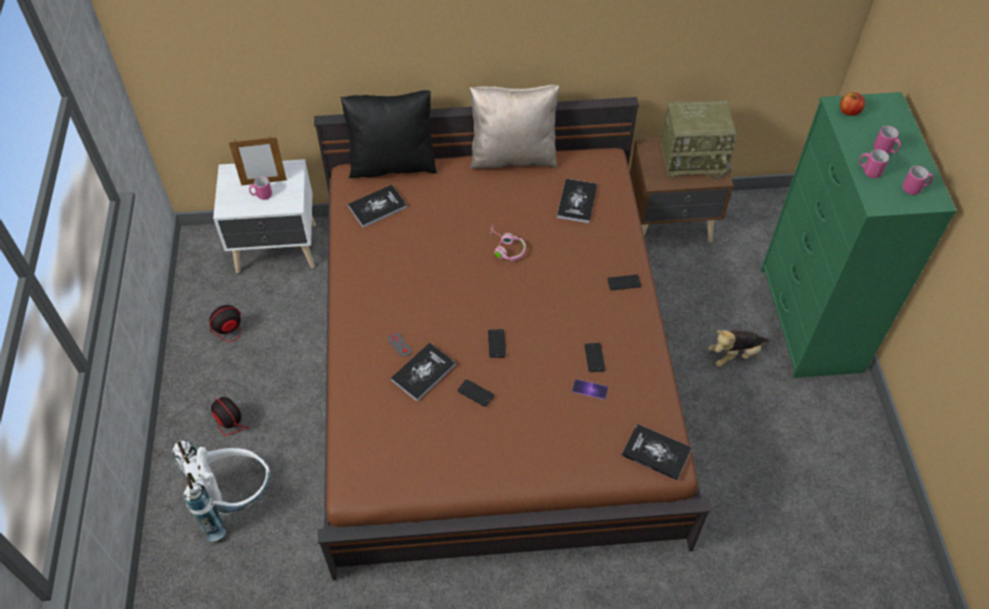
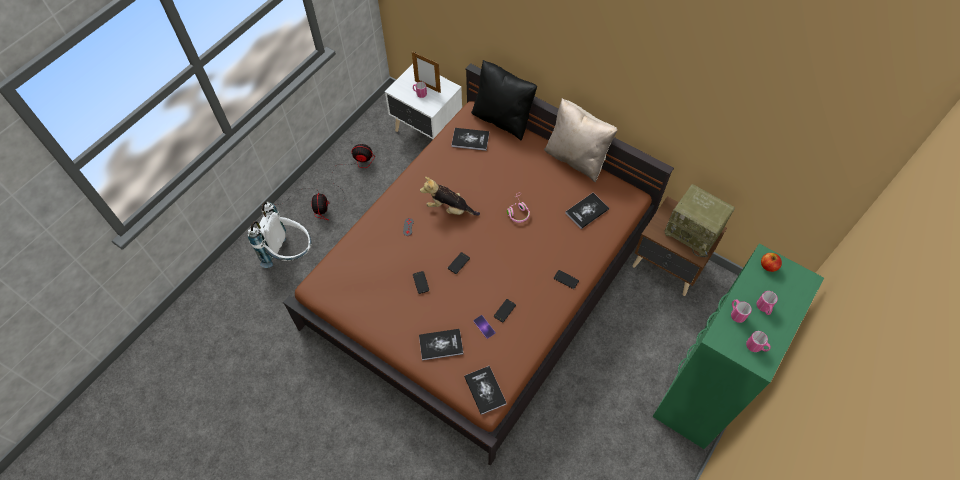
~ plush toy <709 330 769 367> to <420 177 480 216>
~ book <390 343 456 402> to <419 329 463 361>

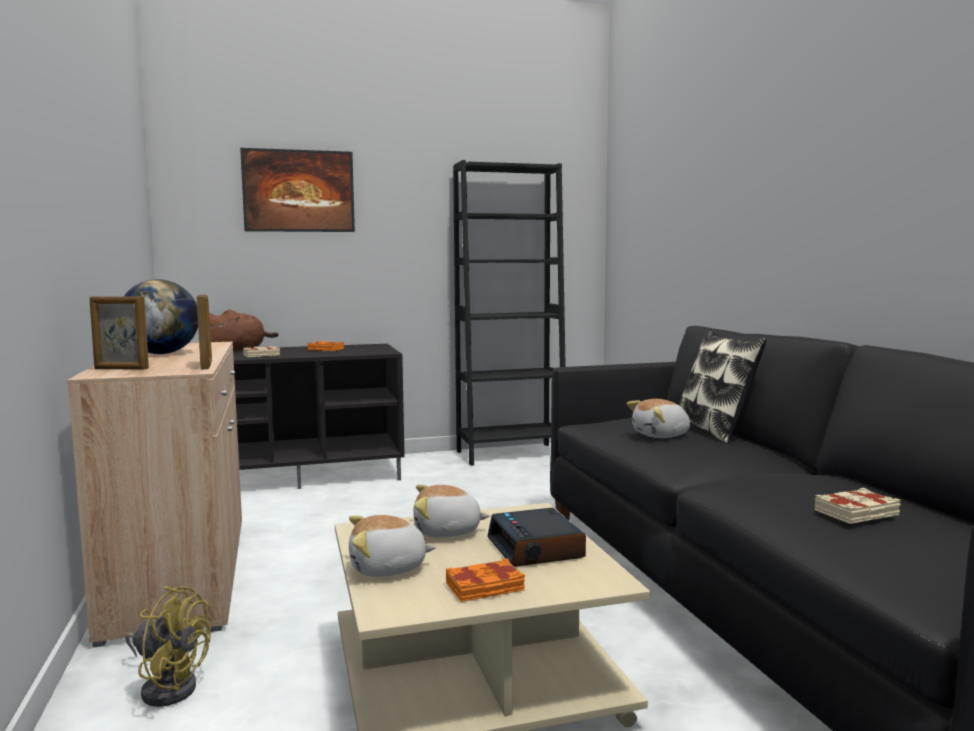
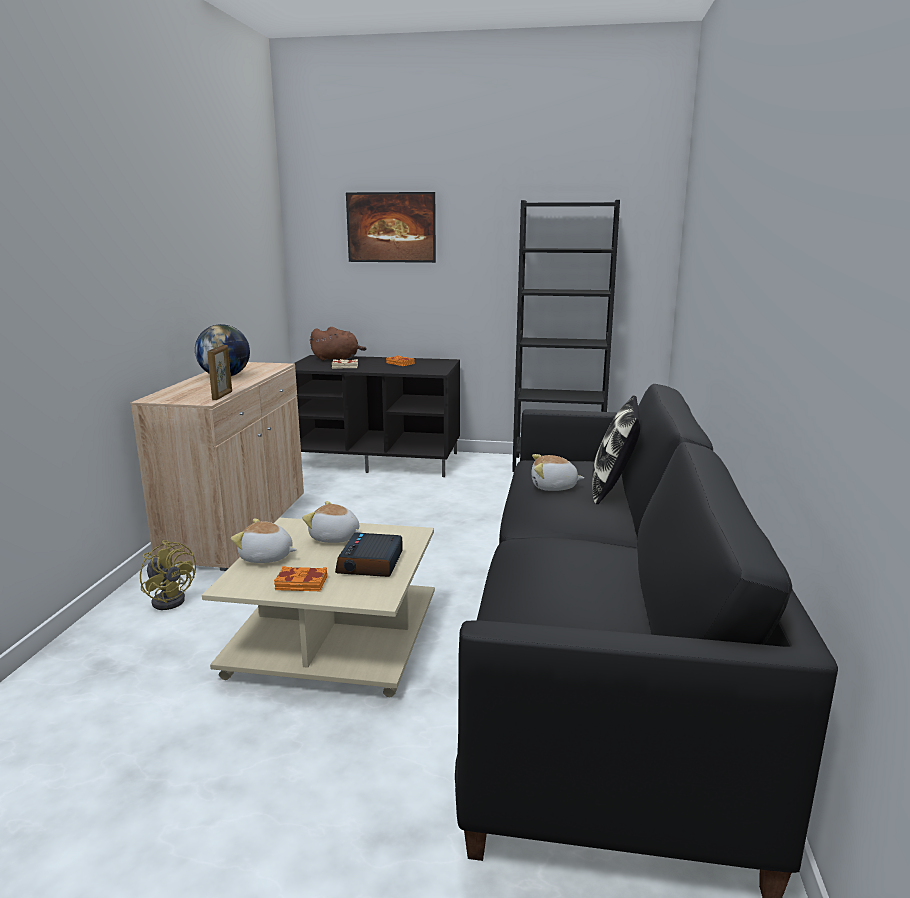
- picture frame <90 296 149 369>
- book (beige) <815 488 901 524>

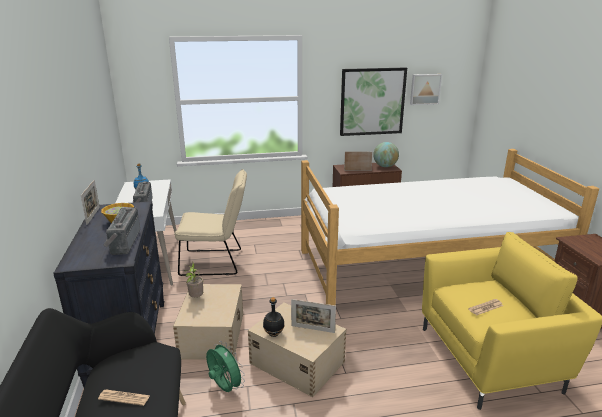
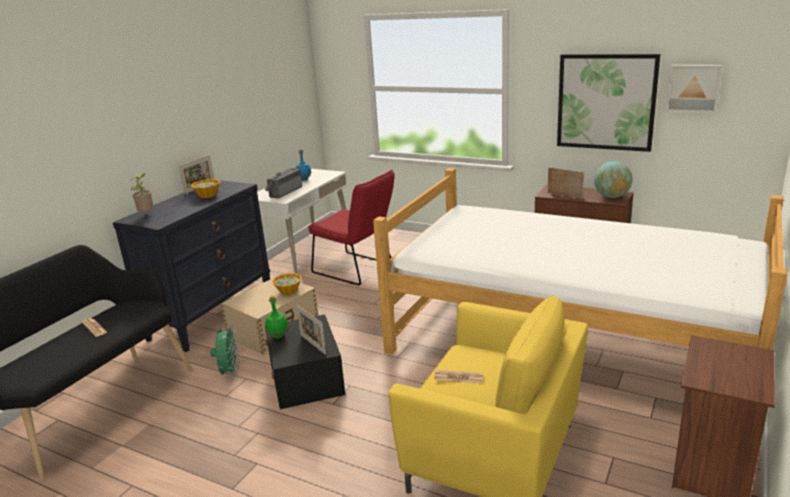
~ chair (beige) <174 169 247 276> to chair (red) <308 169 395 285>
- radio <104 207 140 255>
~ potted plant <184 262 203 297> to <130 173 154 212>
~ bottle (black) <263 297 285 337> to bottle (green) <265 296 288 338>
~ storage box (beige) <248 303 346 397> to storage box (black) <265 314 345 409>
+ bowl <272 273 302 295>

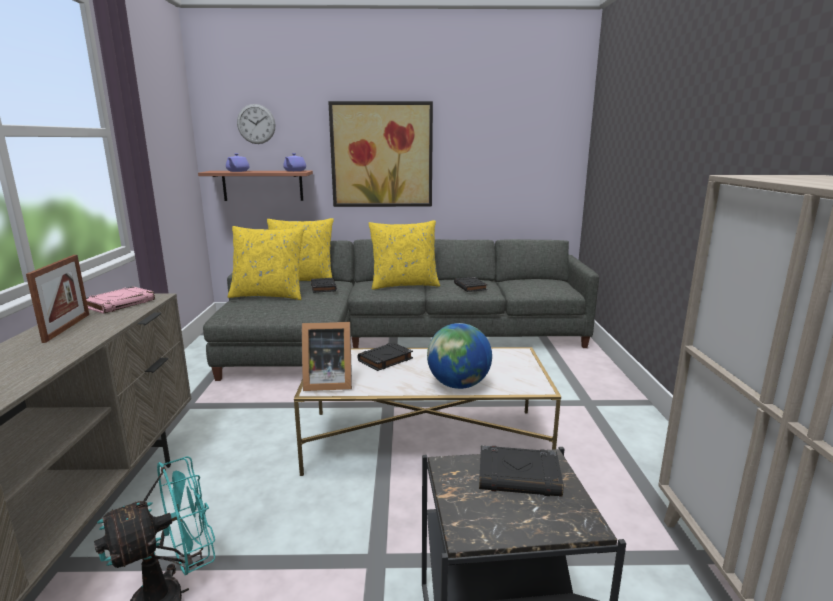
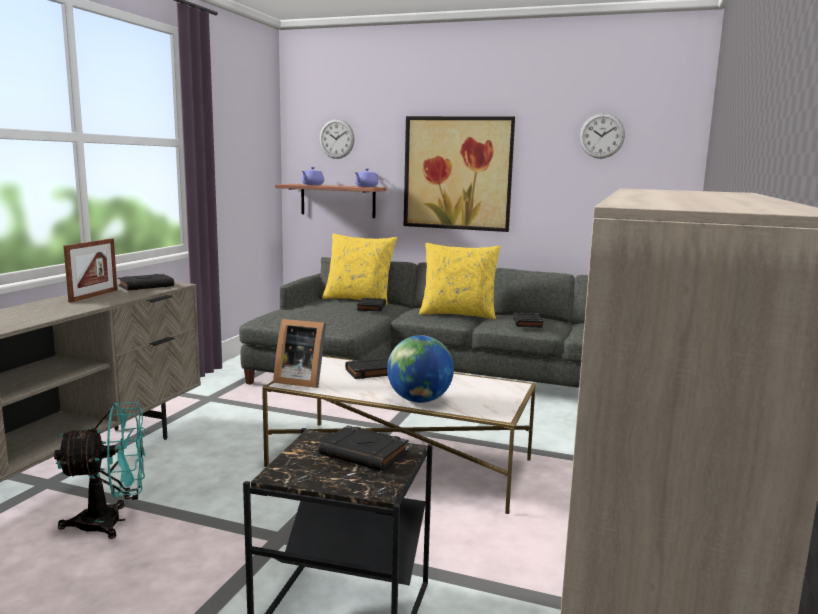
- pillow (yellow) <228 226 305 300>
~ book (pink) <86 286 155 314> to book (black) <118 274 174 291>
+ wall clock <579 113 625 159>

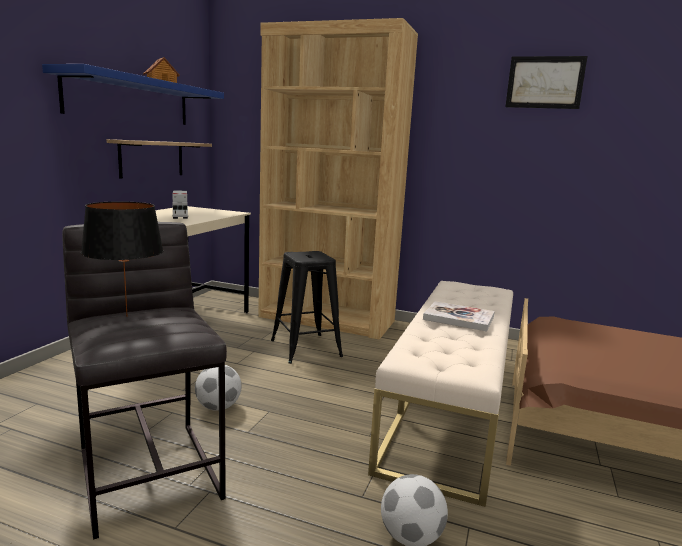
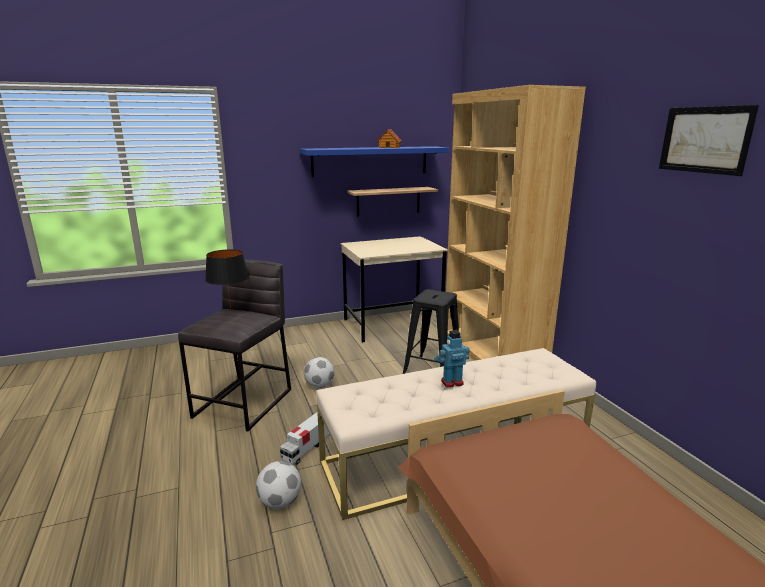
~ toy truck <172 190 188 219> to <280 412 330 465>
~ book <423 301 495 332> to toy robot <434 330 470 388>

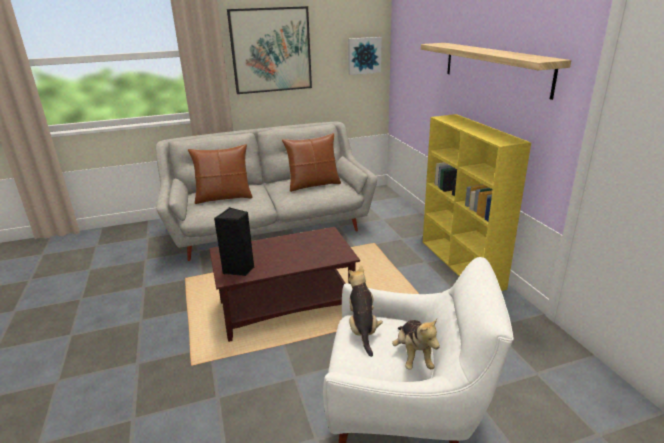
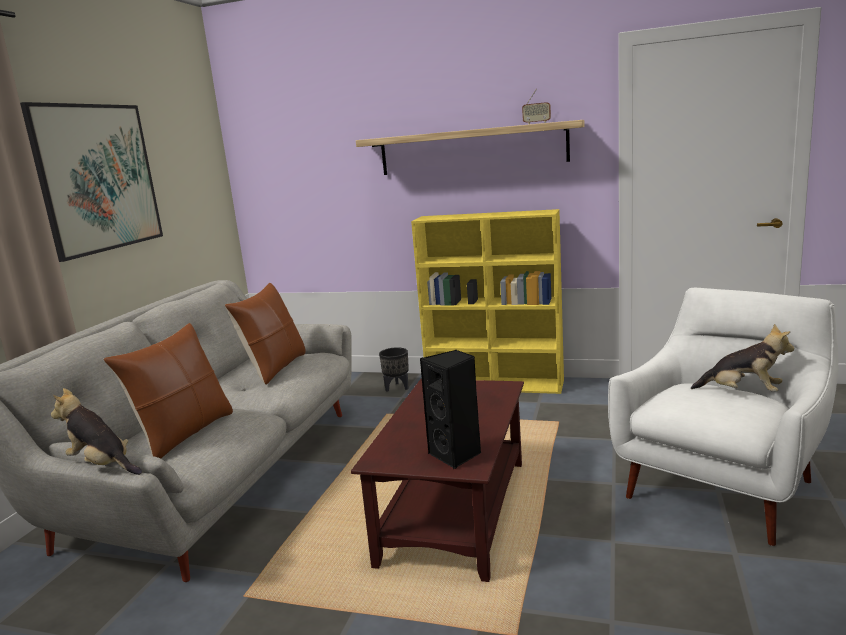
- picture <348 37 382 75>
~ plush toy <349 265 383 357> to <51 388 142 475>
+ radio <522 88 551 124>
+ planter (black) <379 347 409 392>

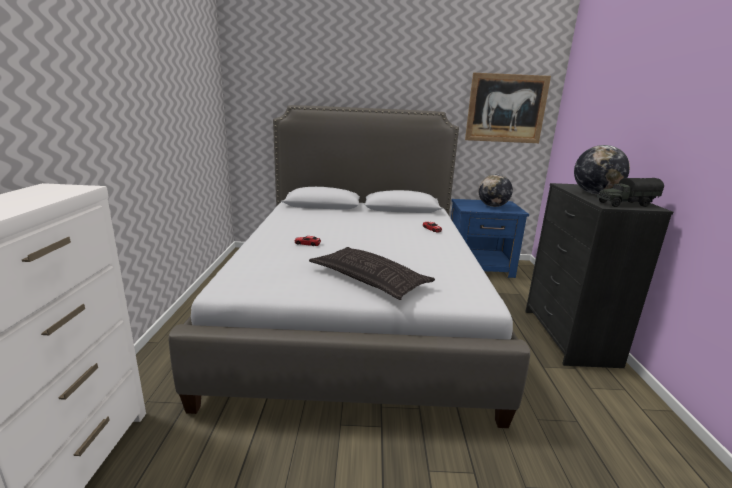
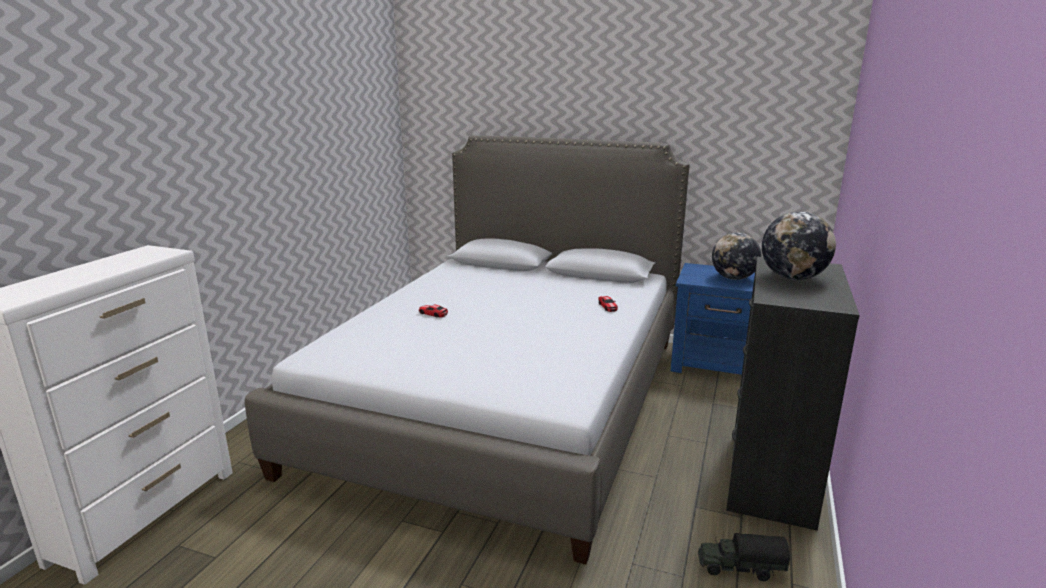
- picture <465 73 551 143>
~ toy truck <597 178 664 207> to <698 533 790 581>
- pillow <309 247 435 300>

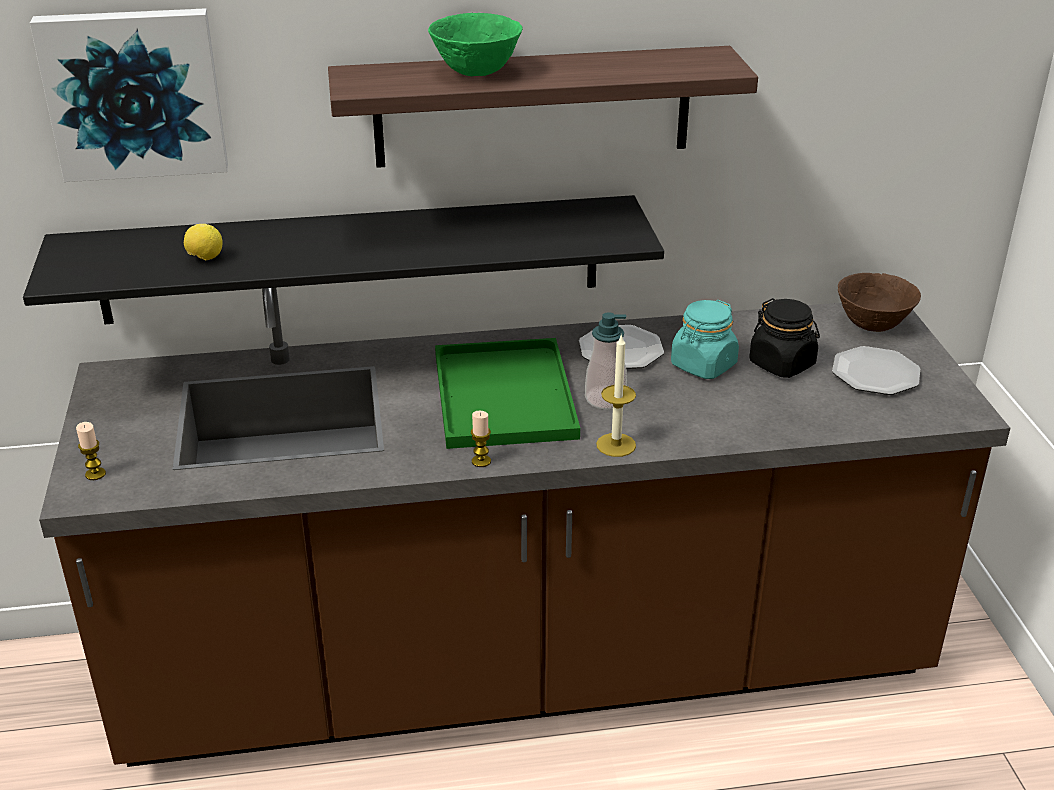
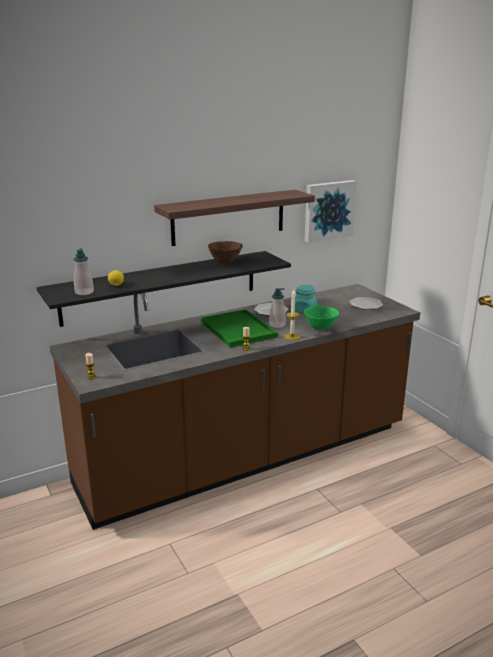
~ picture <30 8 228 182> to <305 180 357 243>
~ bowl (green) <428 13 523 76> to <304 306 339 330>
~ bowl (brown) <838 273 921 332> to <208 241 243 263>
- jar (black) <749 298 820 378>
+ soap dispenser <73 248 94 295>

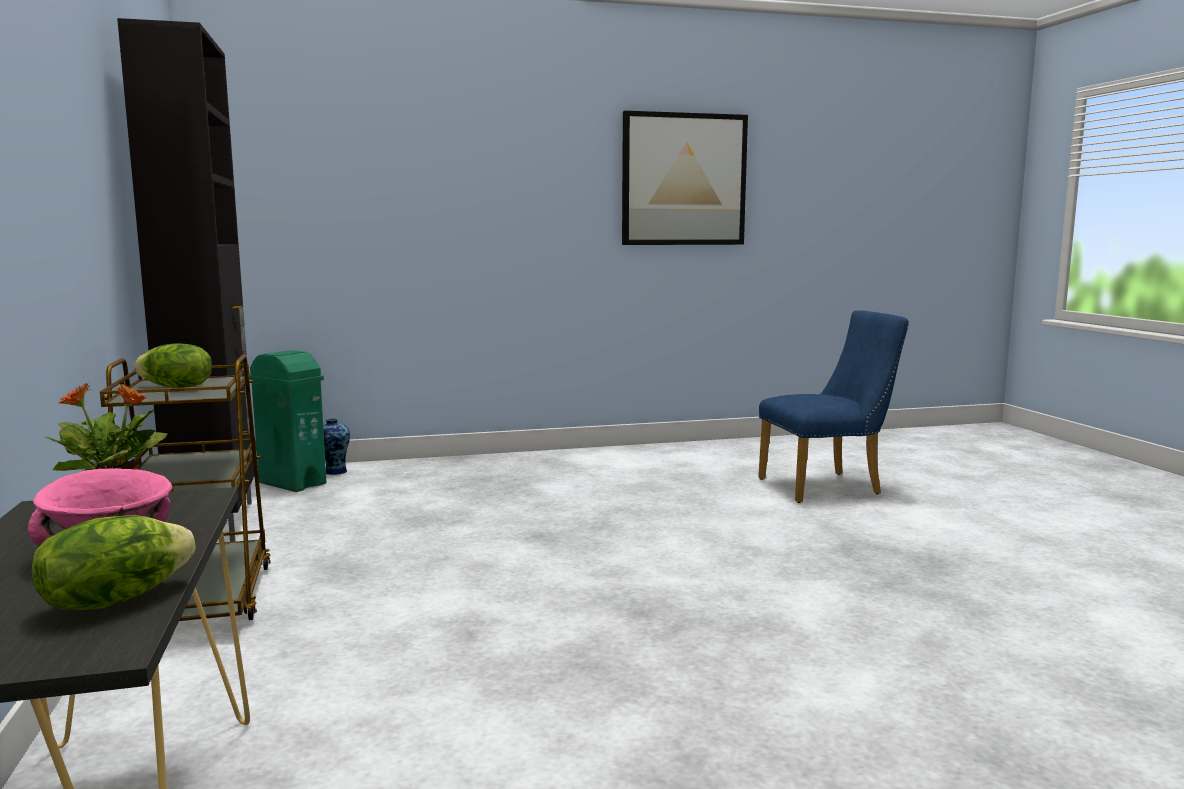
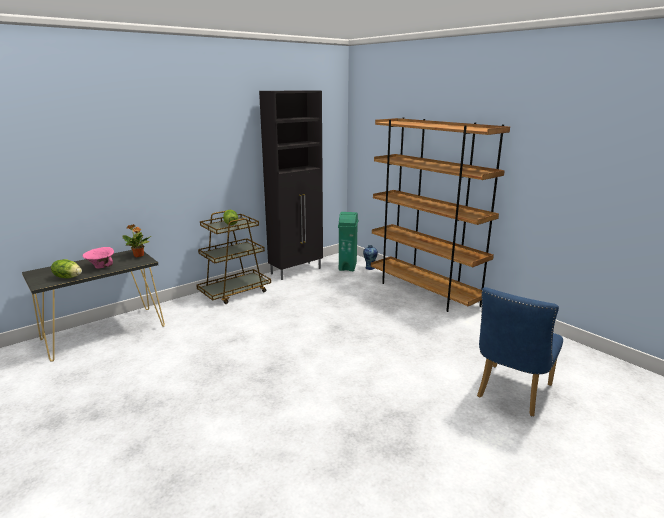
- picture <622 111 748 245>
~ chair (blue) <758 310 909 503> = <477 287 563 416> 75 degrees clockwise
+ bookcase (brown) <371 117 510 312>

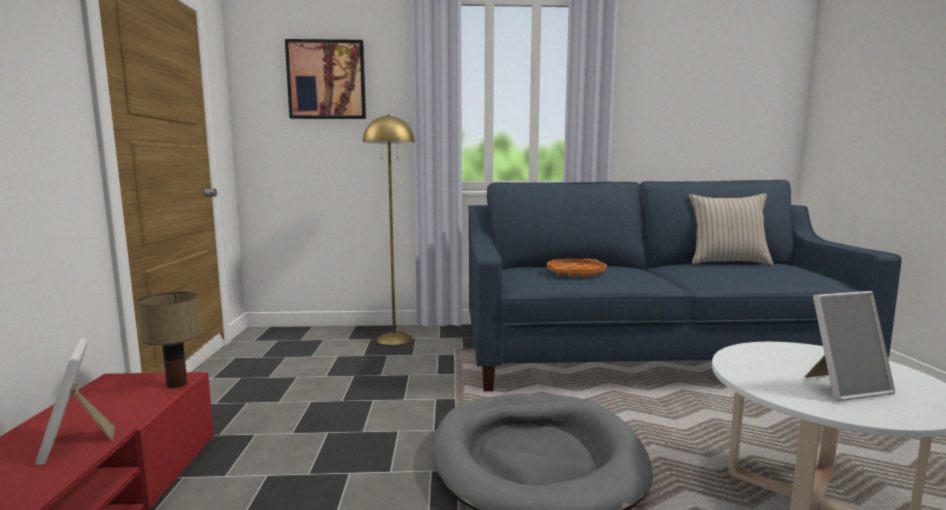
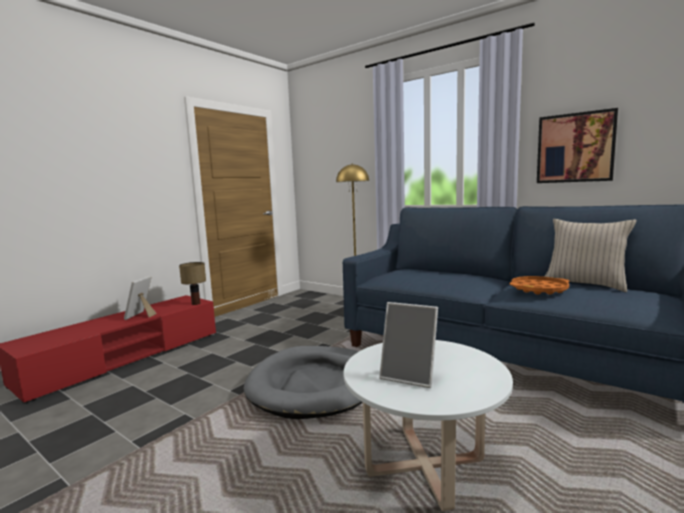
~ picture <285 39 366 119> to <537 108 618 183>
~ tray (orange) <547 259 607 277> to <509 276 569 295>

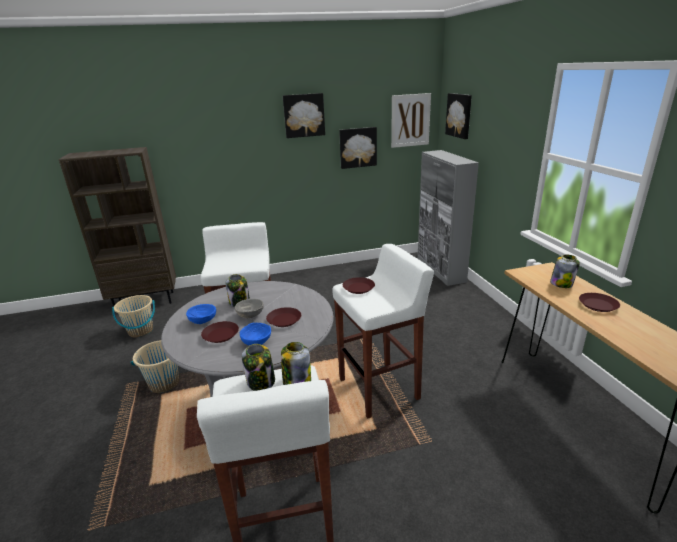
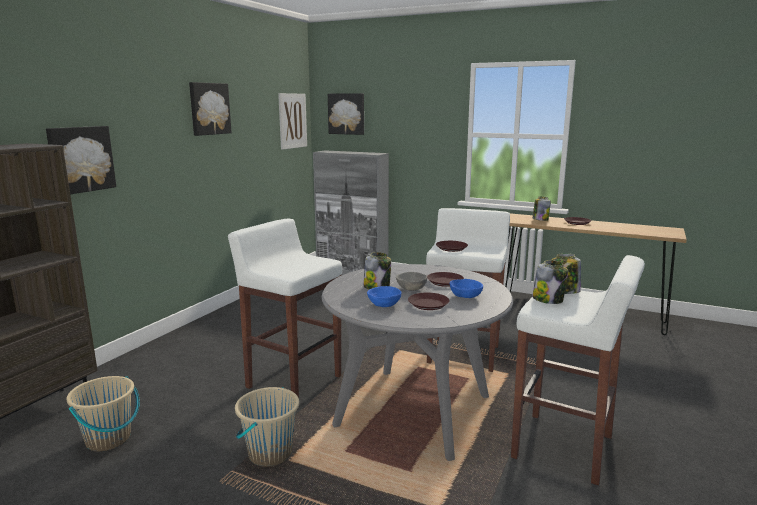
~ picture <339 127 377 169> to <46 126 116 195>

